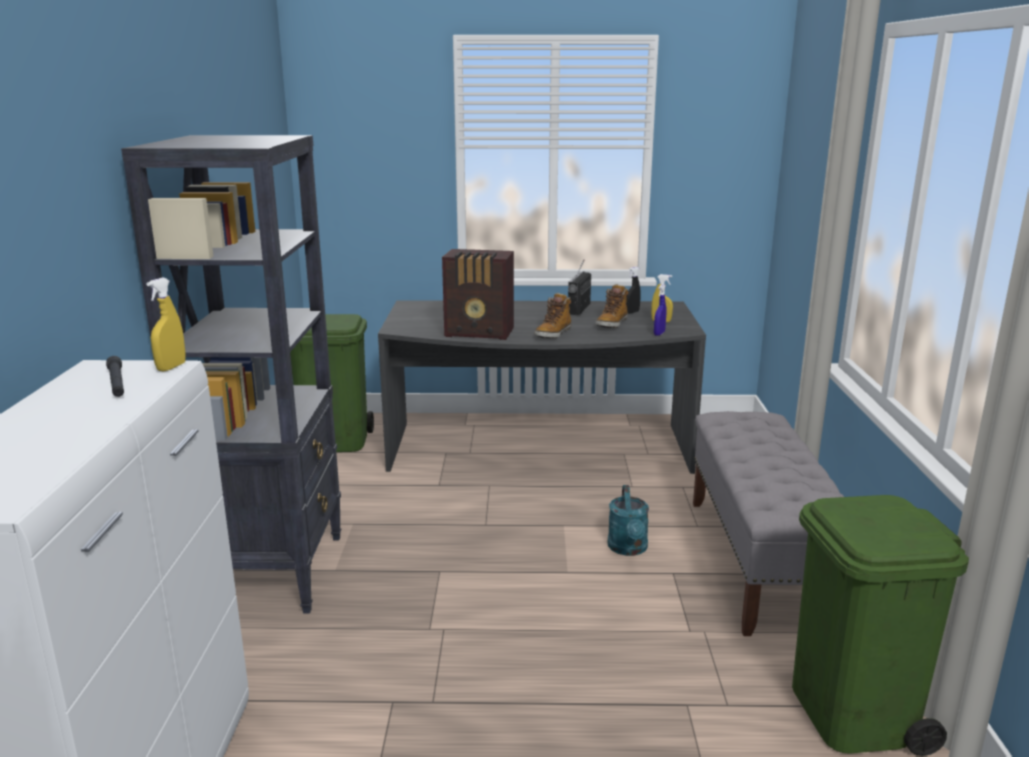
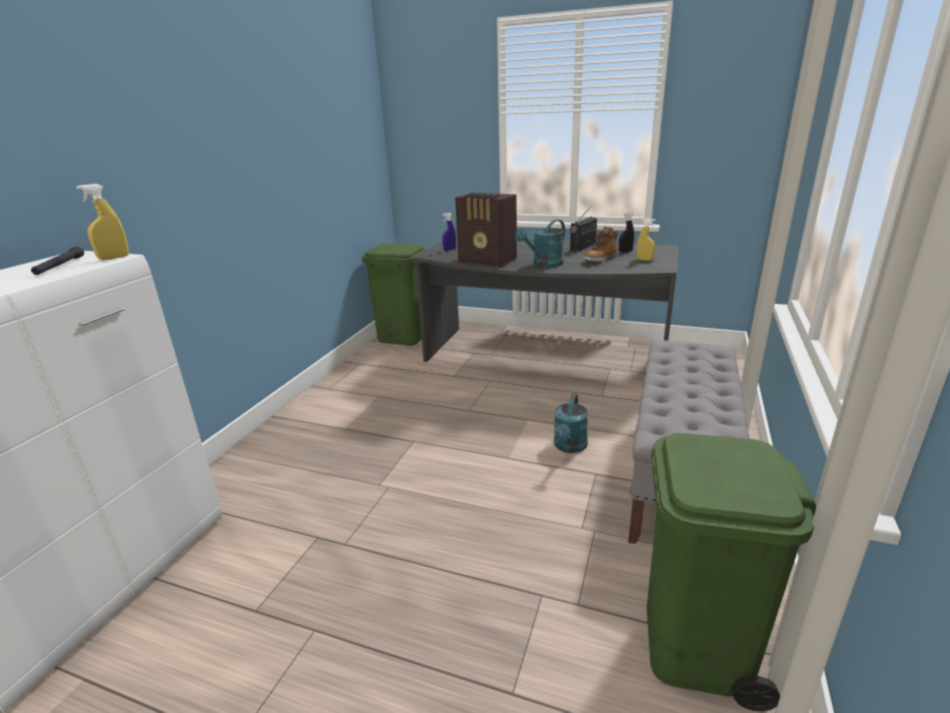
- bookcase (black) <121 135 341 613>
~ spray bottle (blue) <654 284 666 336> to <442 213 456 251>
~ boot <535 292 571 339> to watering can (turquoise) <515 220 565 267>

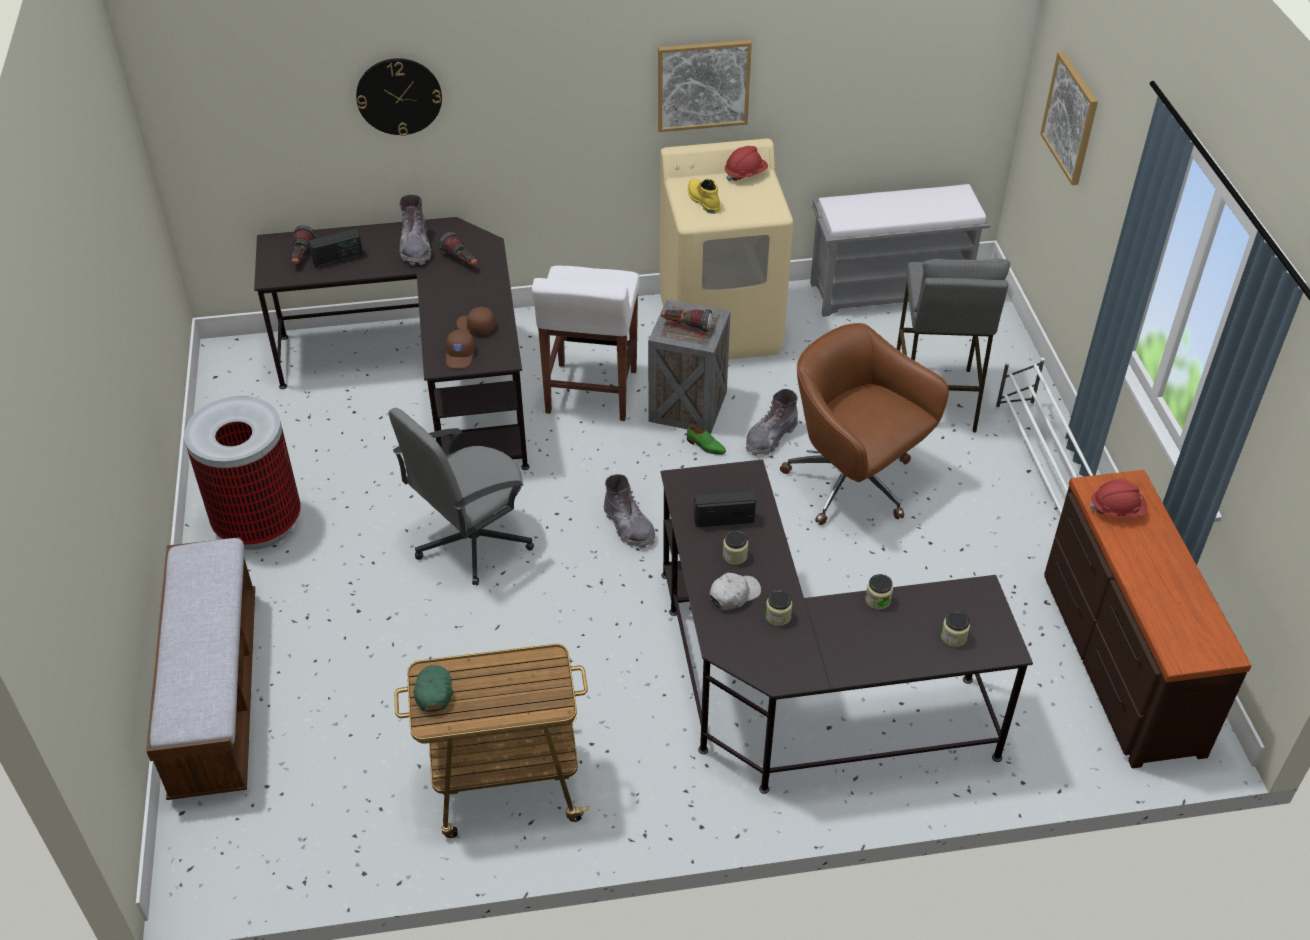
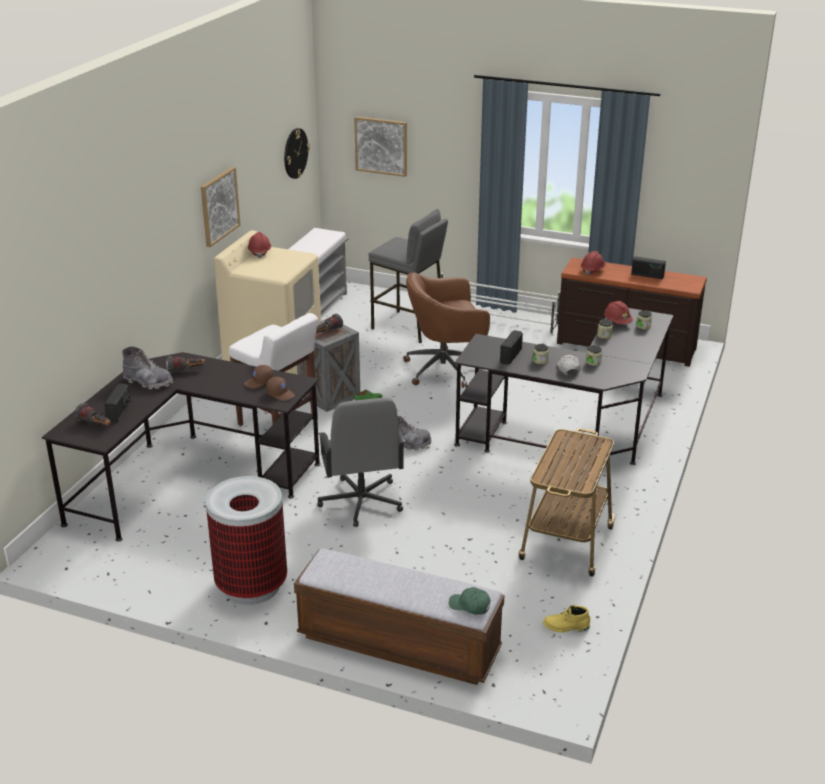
~ wall clock <356 58 442 136> to <284 128 310 179>
~ boot (yellow) <687 179 721 214> to <543 605 590 633>
- boot (grey) <746 389 798 456>
~ cap (green) <414 665 453 712> to <449 587 491 614>
+ radio <631 256 666 279>
+ hard hat (red) <604 301 633 324>

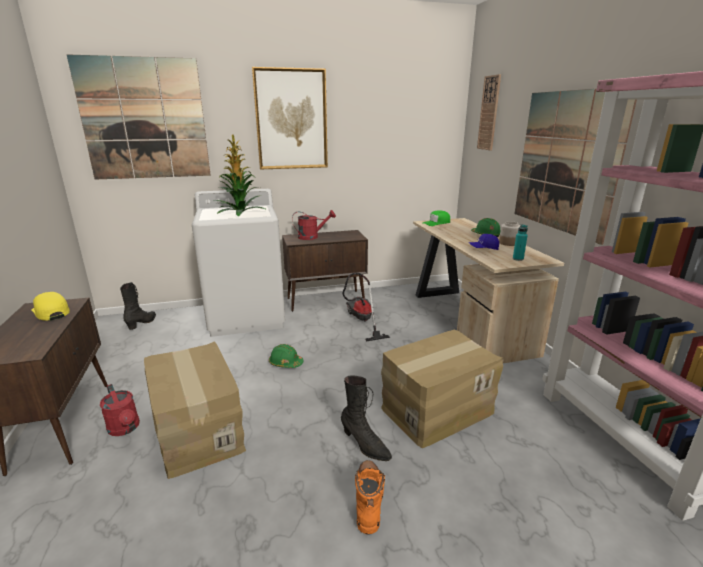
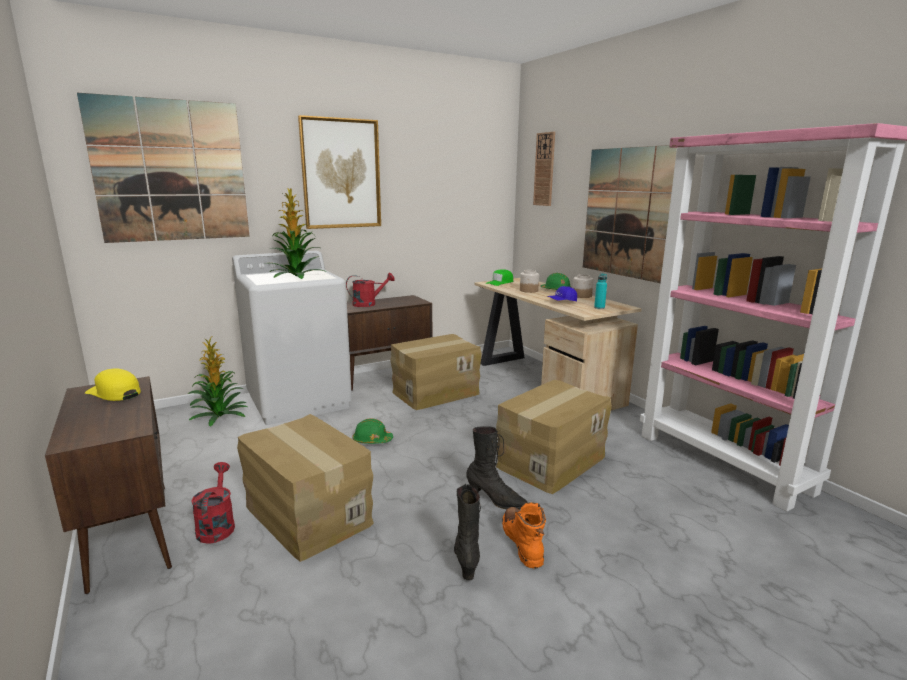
~ vacuum cleaner <343 273 390 341> to cardboard box <391 334 482 410>
~ boot (black) <120 282 156 330> to <454 484 481 580>
~ watering can (red) <100 384 140 436> = <191 462 235 544> 135 degrees counterclockwise
+ jar <520 270 539 293>
+ potted plant <188 337 248 427>

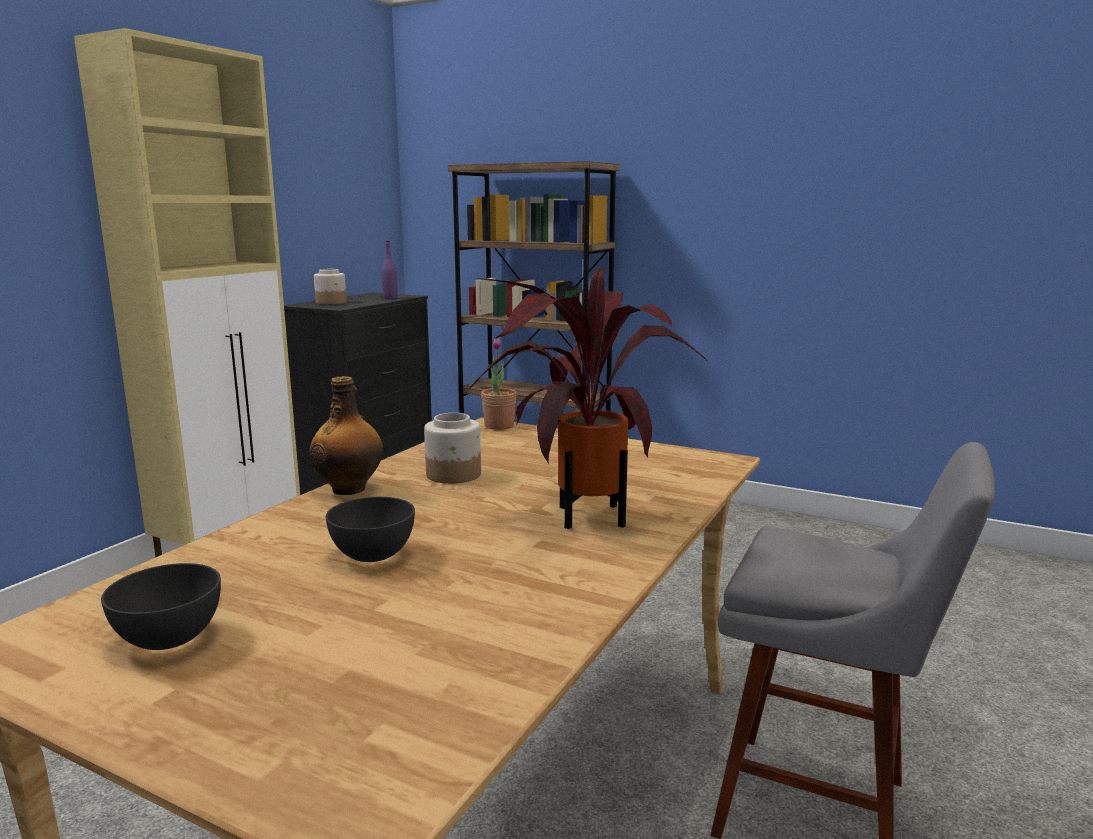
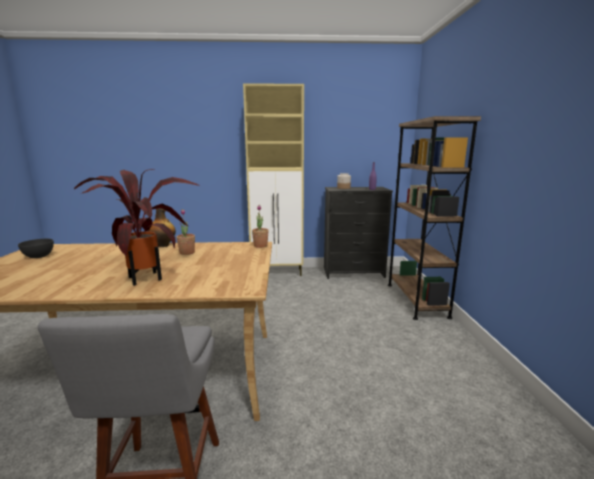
~ jar <424 413 481 484> to potted plant <177 209 195 255>
- bowl (grey) <326 497 415 562>

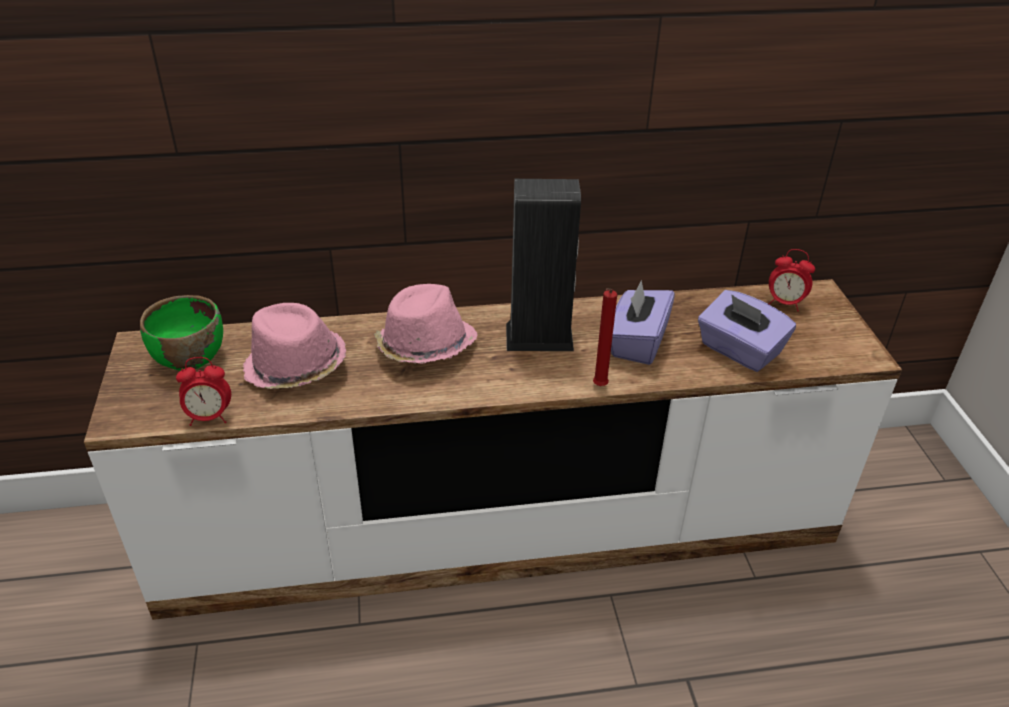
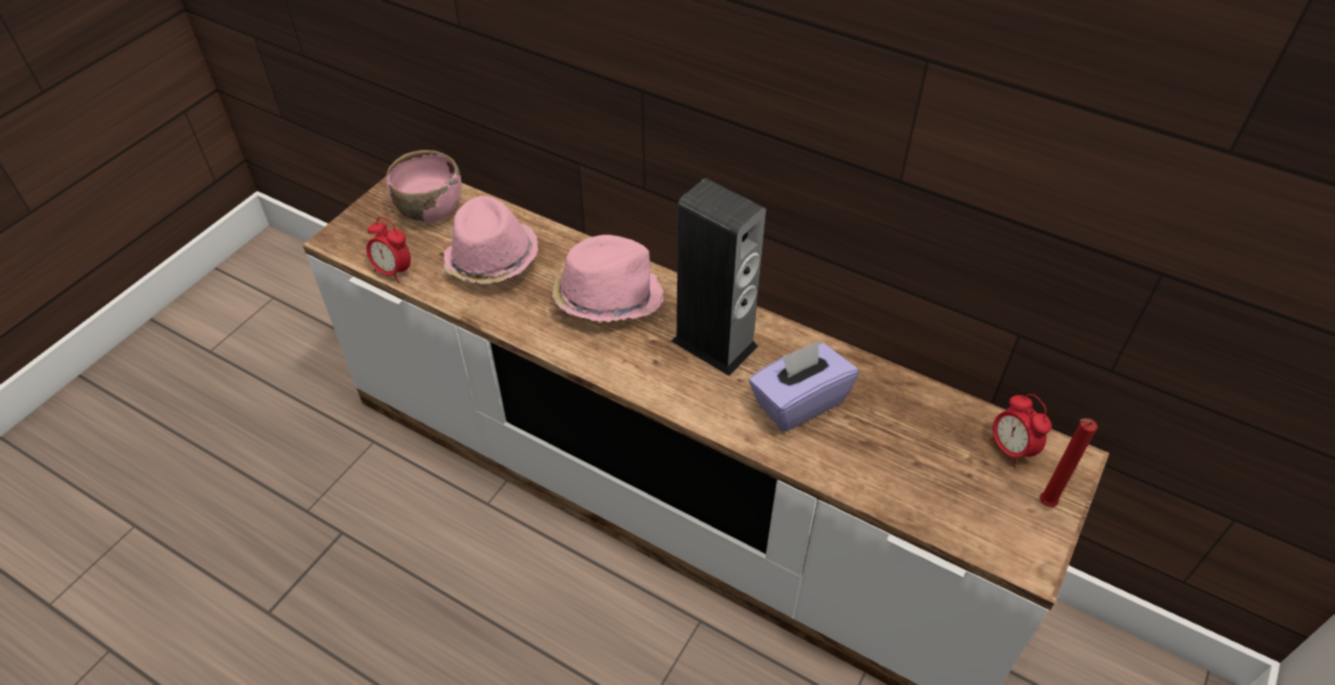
~ candle (red) <593 288 617 386> to <1040 418 1098 507>
- tissue box (purple) <698 290 796 372>
~ bowl (green) <140 295 223 371> to bowl (pink) <386 150 462 223>

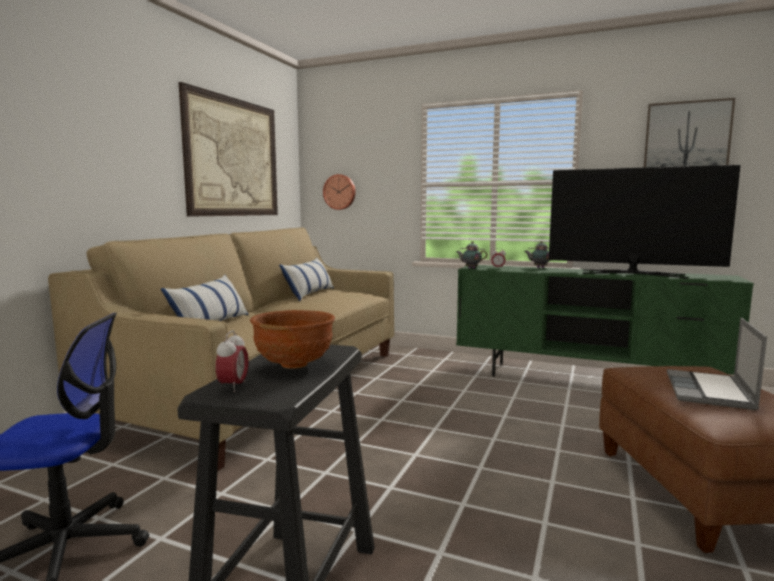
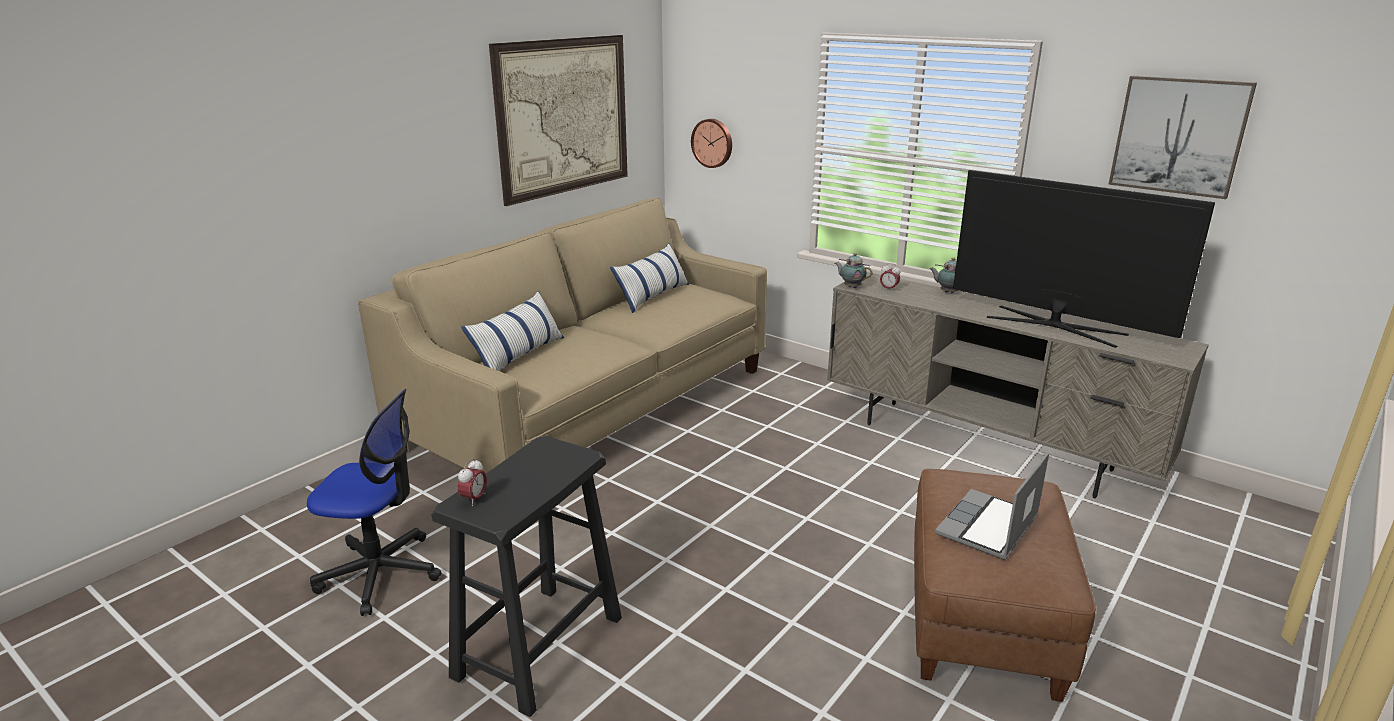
~ tv stand (green) <456 265 754 377> to tv stand (beige) <827 272 1209 498>
- bowl (brown) <250 310 335 369>

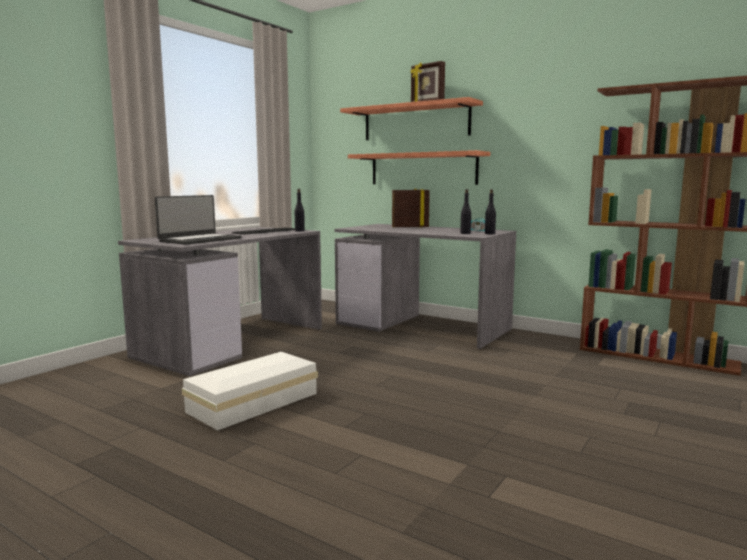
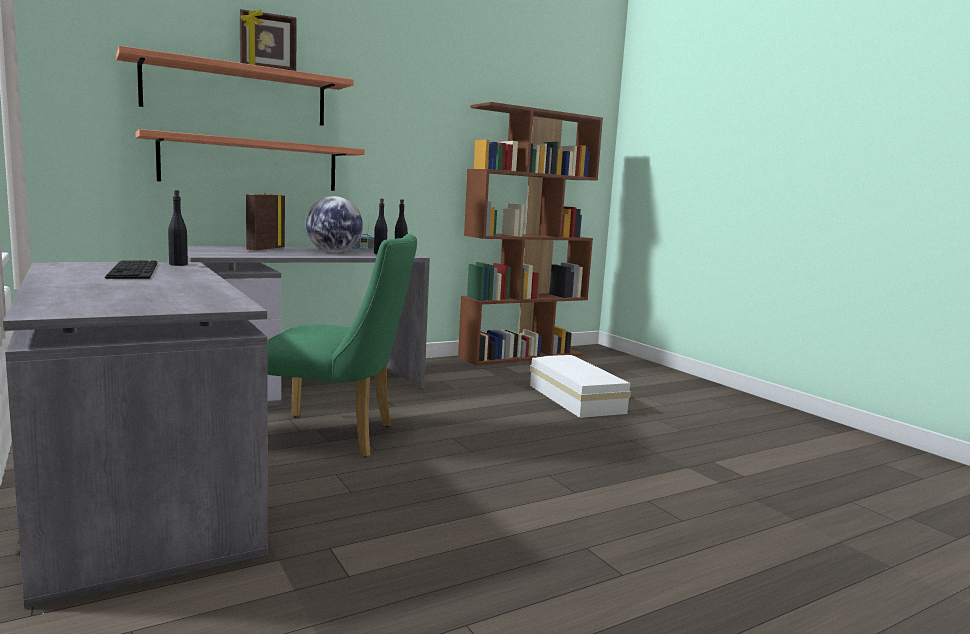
- laptop <155 195 241 245>
~ storage box (white) <182 352 318 430> to <530 355 631 418>
+ globe <305 196 363 253>
+ chair (green) <267 234 417 458>

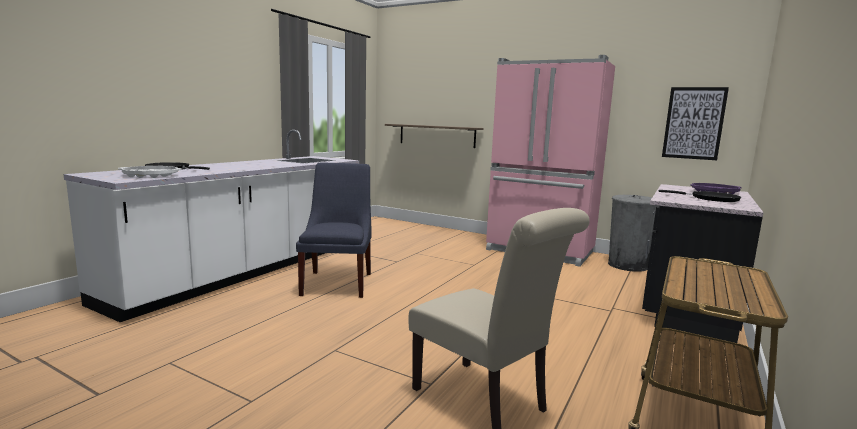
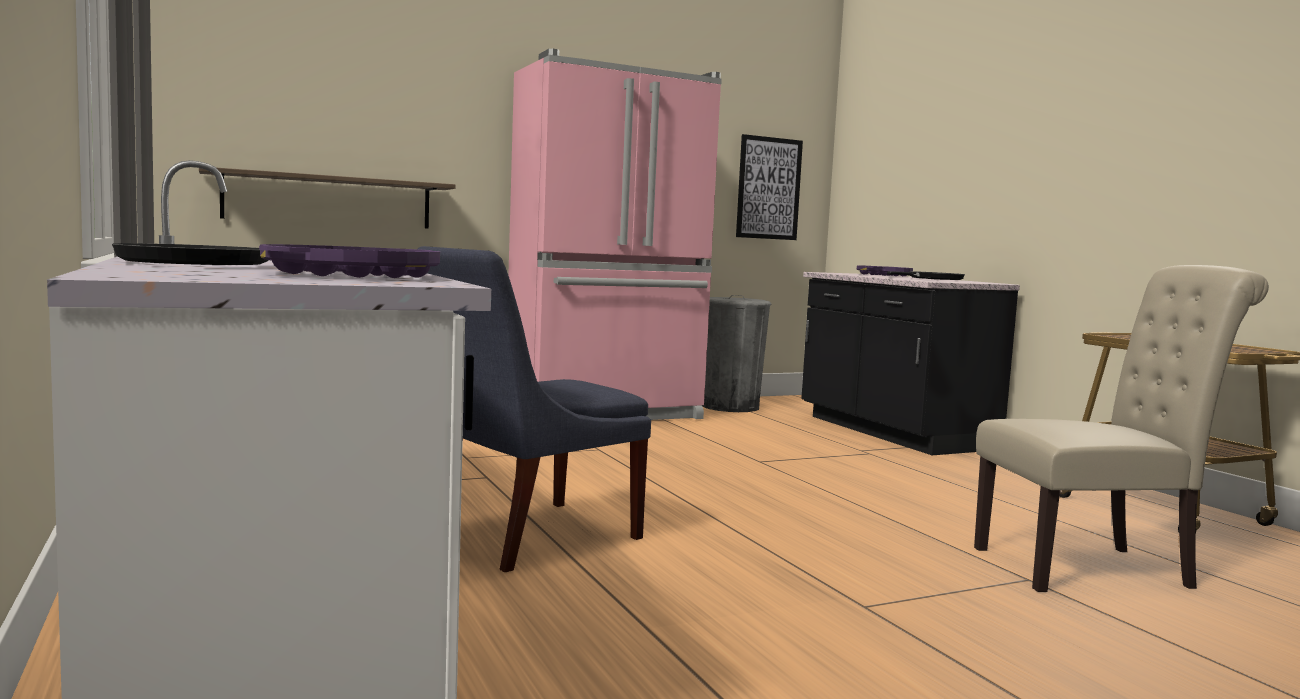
~ chair (blue) <296 162 372 298> = <418 246 651 572> 75 degrees counterclockwise
~ tray (white) <118 166 182 178> to tray (purple) <259 244 440 278>

